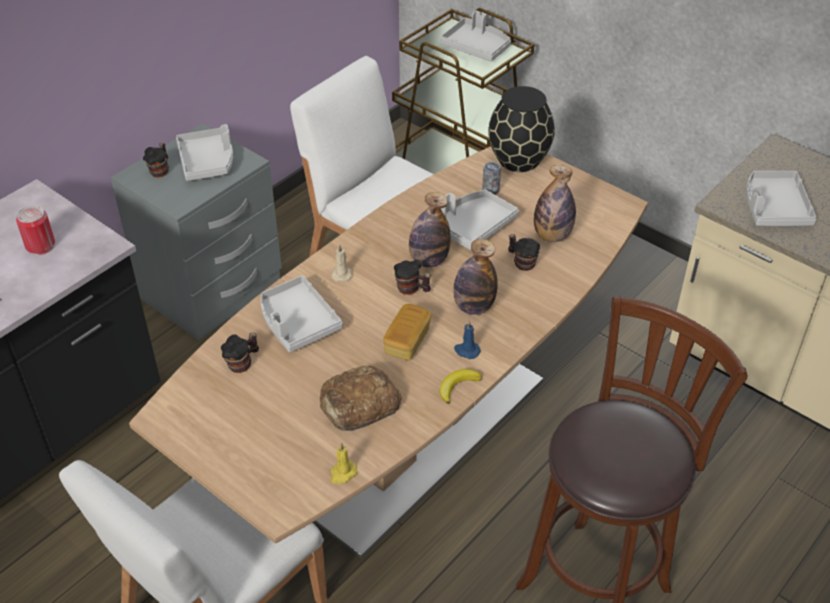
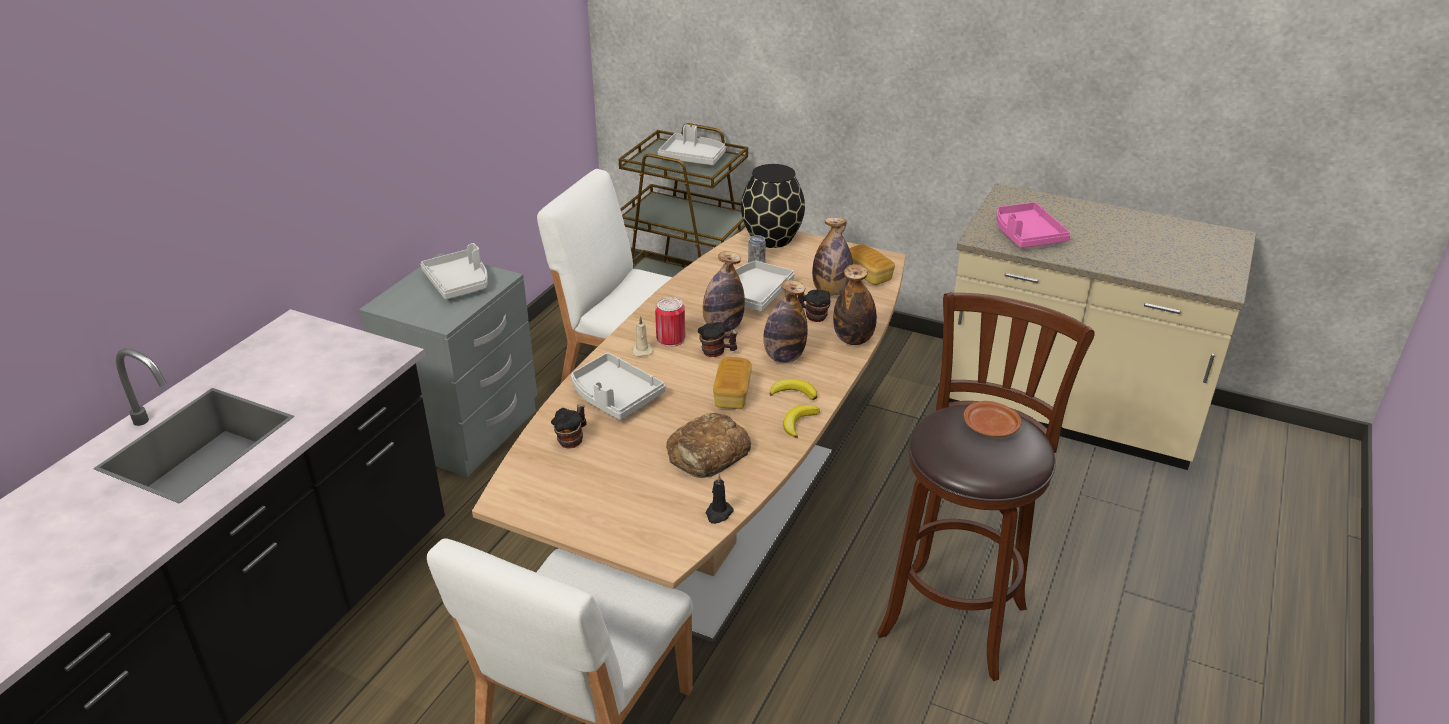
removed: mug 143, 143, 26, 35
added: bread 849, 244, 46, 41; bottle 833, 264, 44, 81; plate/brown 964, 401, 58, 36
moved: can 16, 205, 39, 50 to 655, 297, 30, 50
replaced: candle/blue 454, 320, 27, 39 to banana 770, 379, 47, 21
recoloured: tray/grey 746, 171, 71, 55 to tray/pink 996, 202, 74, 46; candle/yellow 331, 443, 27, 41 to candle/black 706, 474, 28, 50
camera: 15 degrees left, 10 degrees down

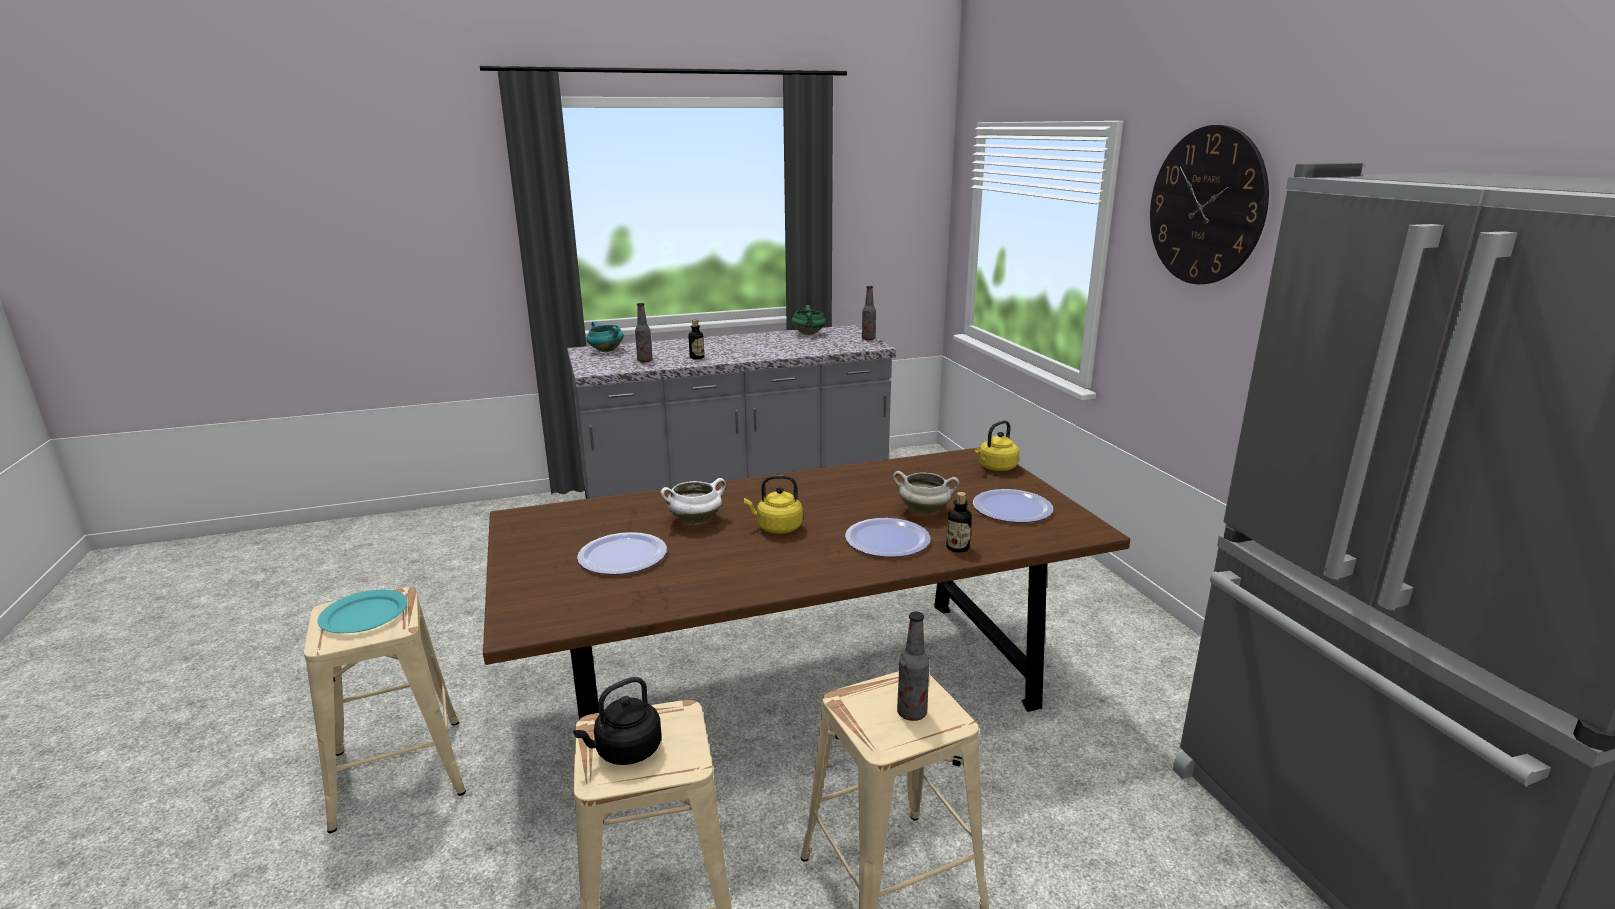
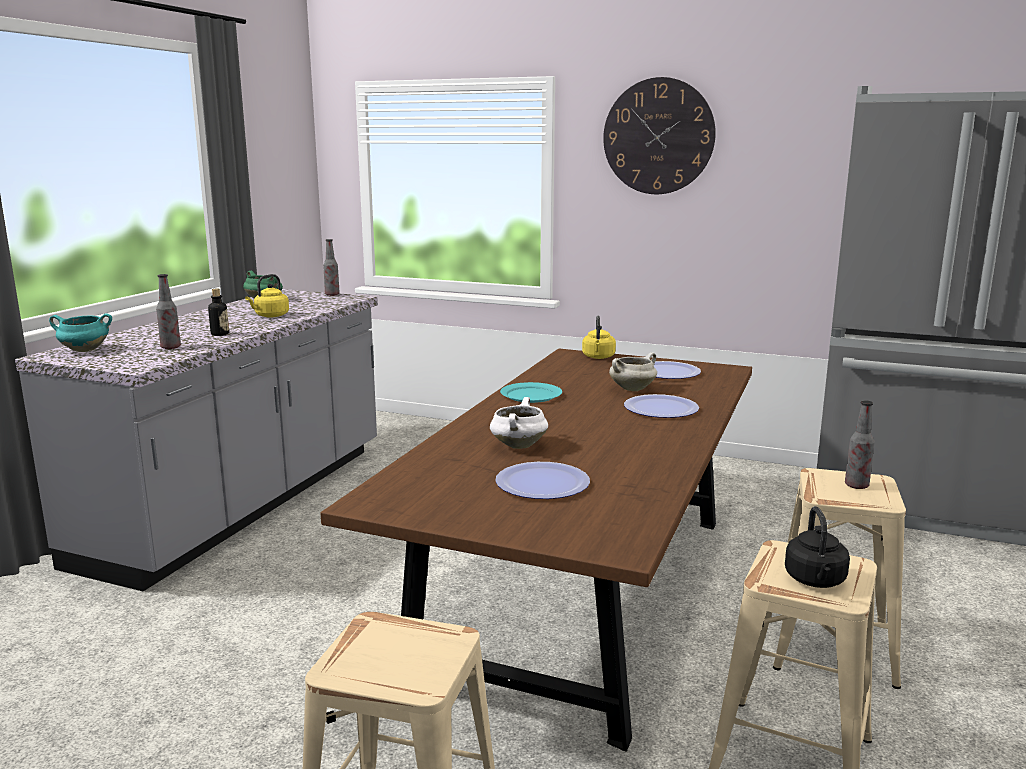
removed: bottle 946, 492, 26, 61
moved: kettle/yellow 744, 475, 59, 59 to 245, 274, 44, 44; plate/turquoise 317, 590, 91, 43 to 500, 382, 62, 21
camera: 50 degrees left, 5 degrees down

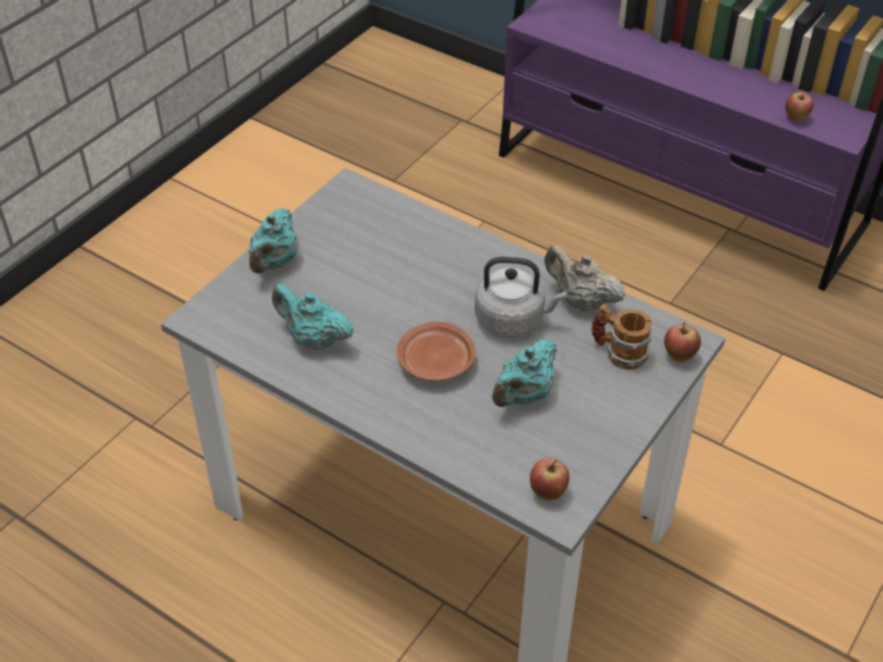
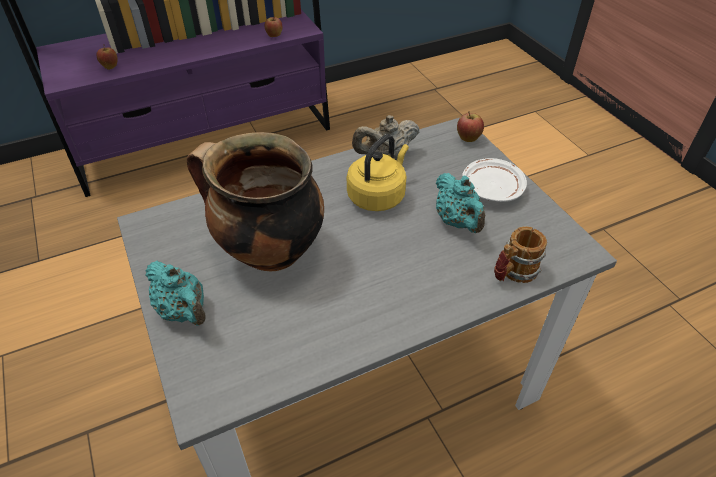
removed: teapot/turquoise 272, 284, 82, 67; plate/brown 396, 322, 80, 59
added: cooking pot 187, 132, 137, 139; plate/white 462, 158, 65, 44
moved: mug 591, 304, 60, 66 to 494, 226, 53, 57; apple 530, 458, 40, 42 to 96, 47, 22, 23
recoloured: kettle/grey 475, 257, 91, 80 to kettle/yellow 347, 134, 62, 77
camera: 60 degrees left, 0 degrees up

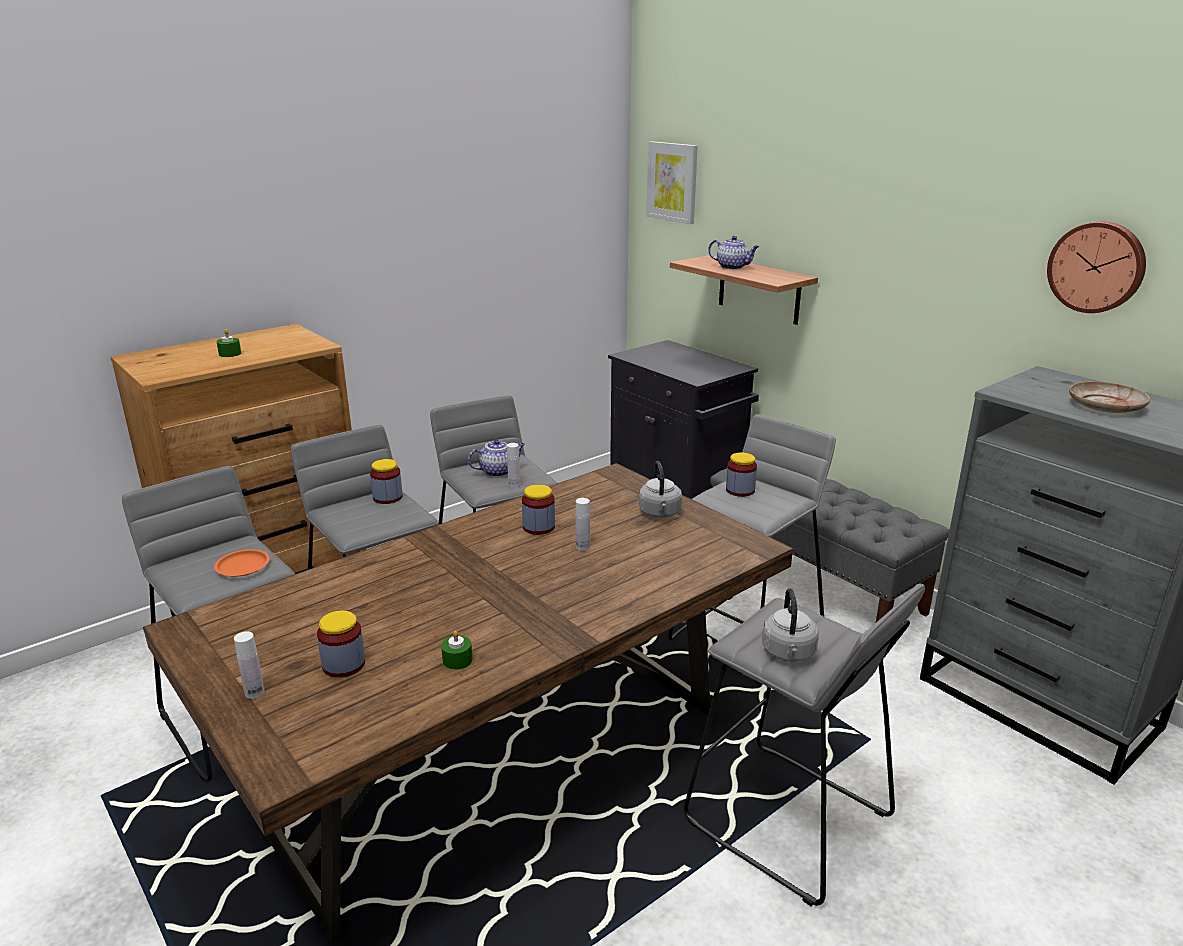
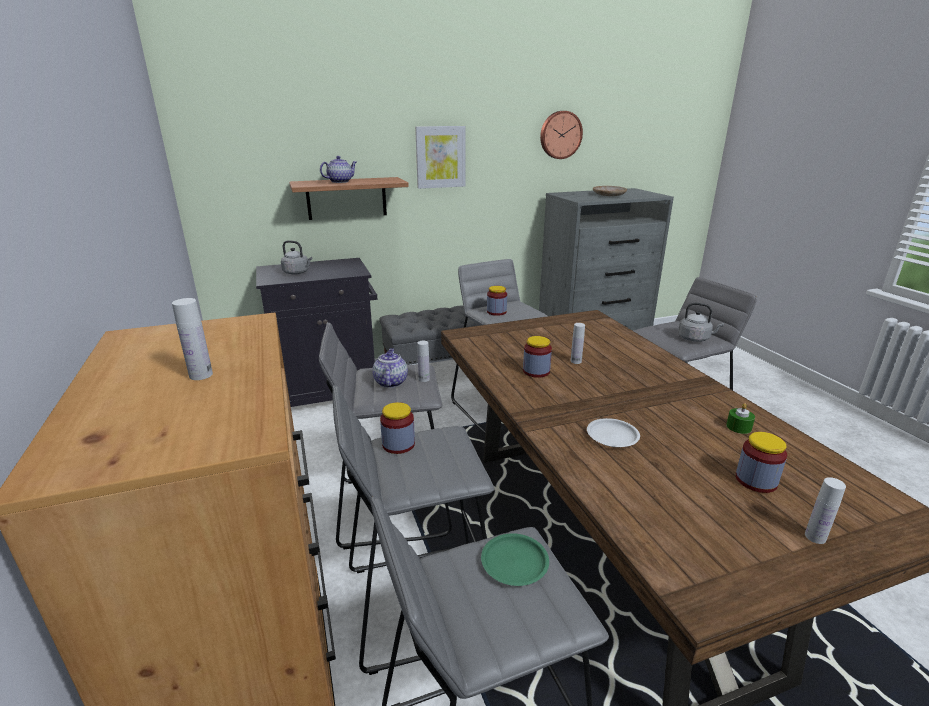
added: plate/white 587, 418, 53, 29
moved: picture 647, 141, 51, 83 to 415, 126, 50, 63; kettle/grey 639, 461, 43, 57 to 281, 240, 31, 35
replaced: candle/green 216, 329, 25, 28 to bottle/white 172, 298, 41, 82
recoloured: plate/orange 214, 549, 56, 28 to plate/green 481, 533, 68, 53
camera: 70 degrees left, 0 degrees up

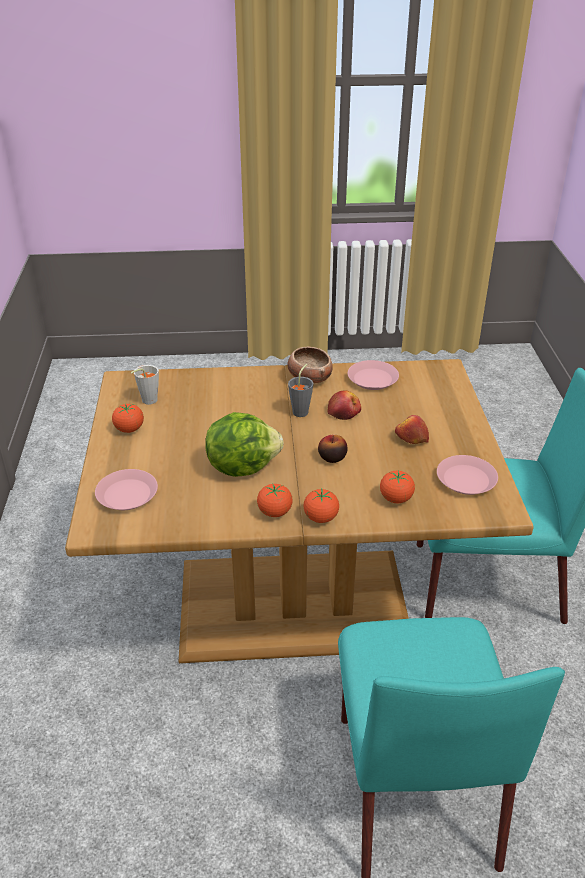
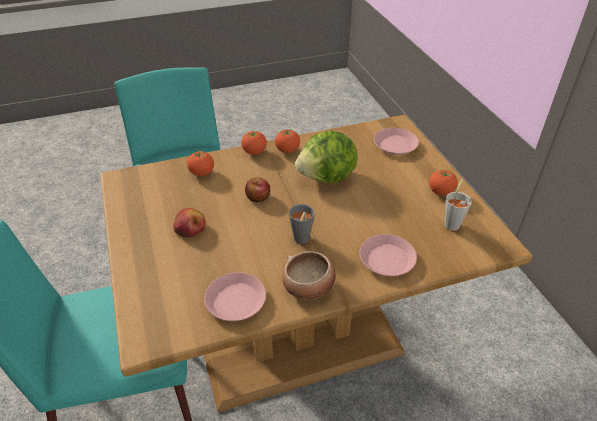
removed: apple 328, 390, 33, 30
moved: plate/pink 437, 455, 61, 40 to 359, 234, 58, 42
camera: 165 degrees right, 5 degrees up

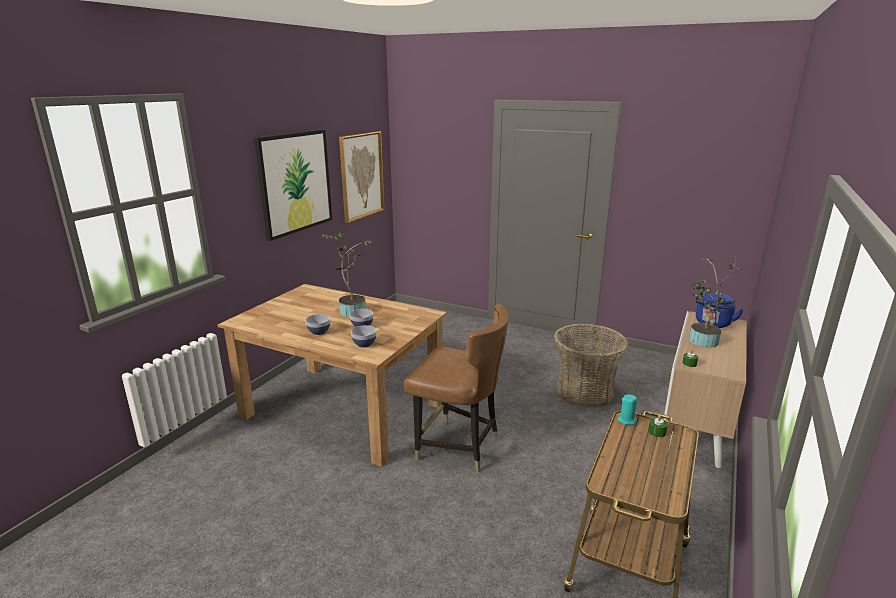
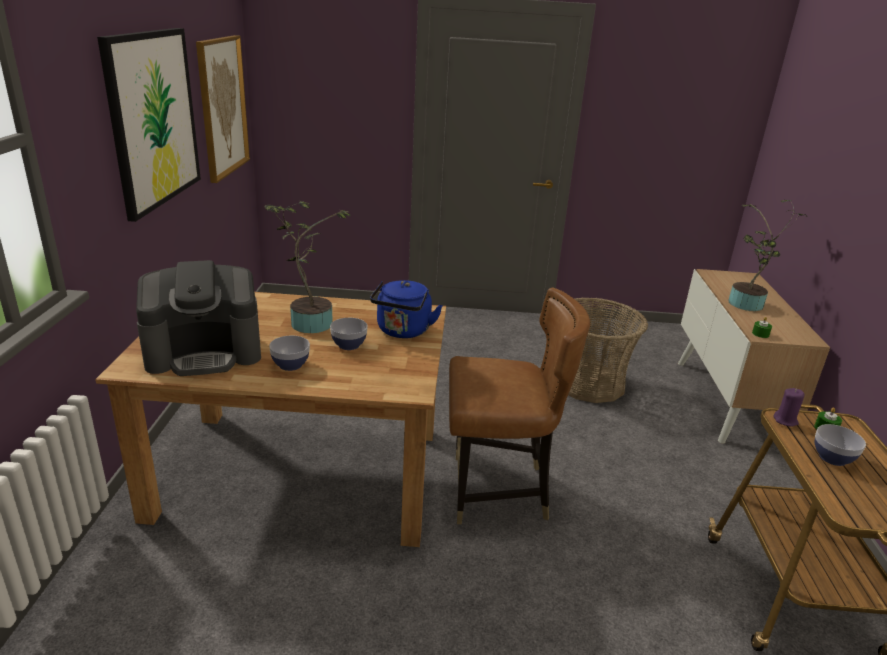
added: coffee machine 136, 260, 125, 116
moved: kettle/blue 695, 292, 49, 36 to 370, 280, 73, 58; bowl 351, 325, 26, 23 to 815, 424, 51, 42
recoloured: candle/turquoise 618, 395, 19, 30 to candle/purple 774, 388, 31, 38
camera: 25 degrees left, 5 degrees up

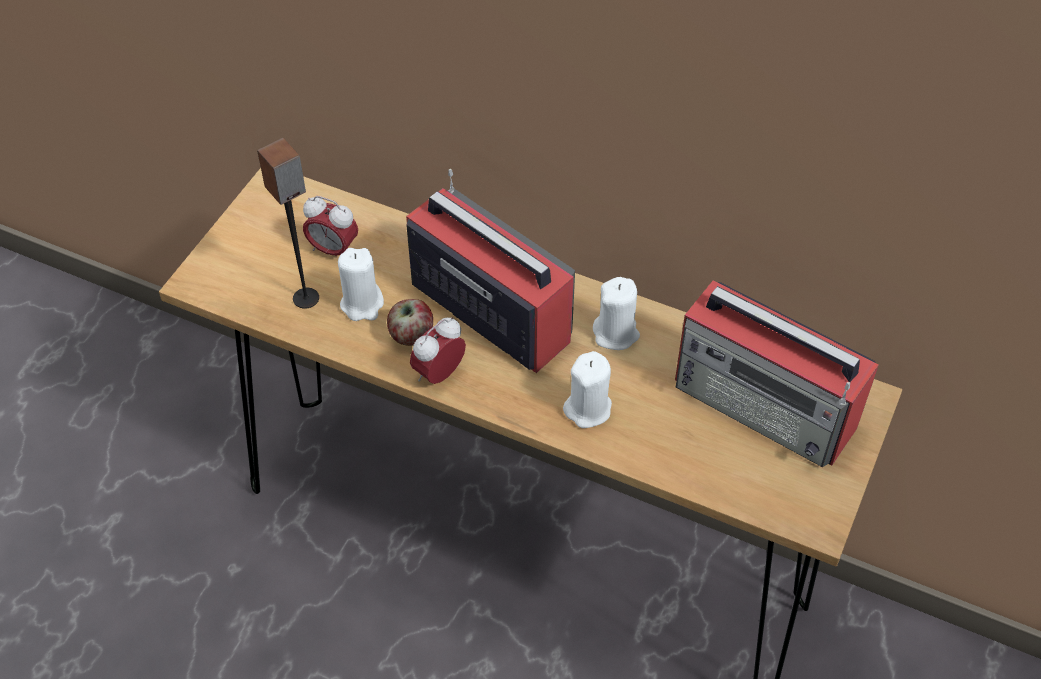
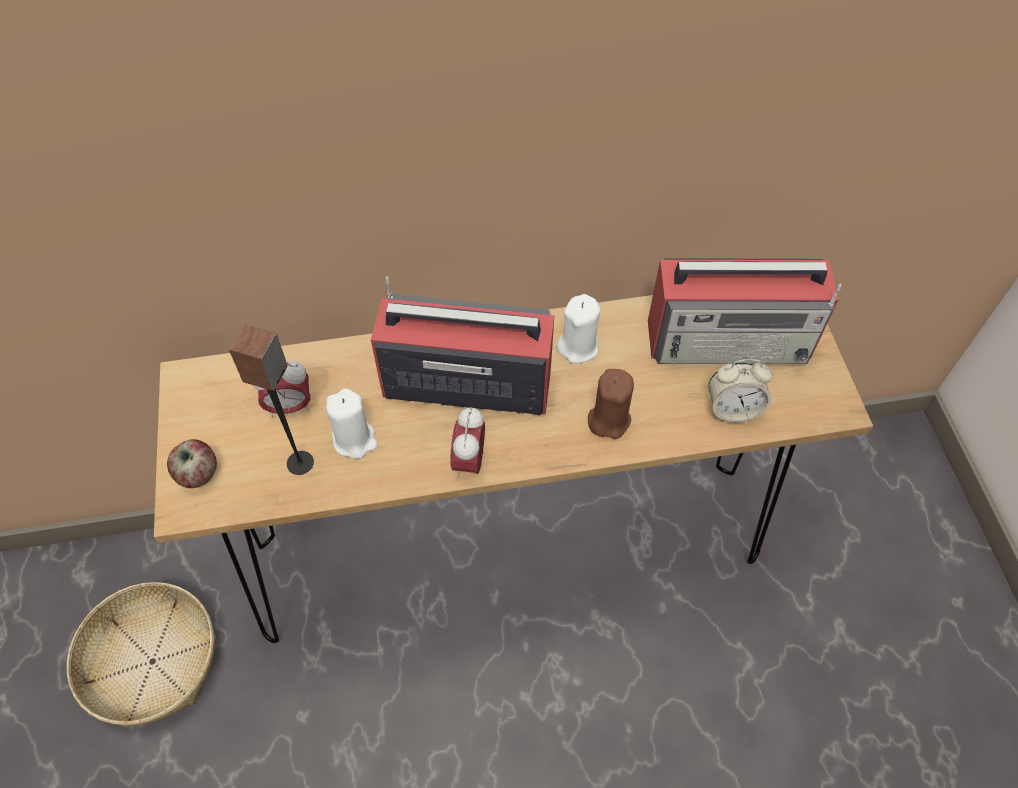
added: alarm clock 708, 359, 65, 64; basket 67, 582, 150, 145
moved: apple 387, 299, 46, 47 to 167, 439, 50, 49
recoloured: candle/white 563, 351, 49, 77 to candle/brown 588, 369, 46, 70
camera: 35 degrees left, 5 degrees up

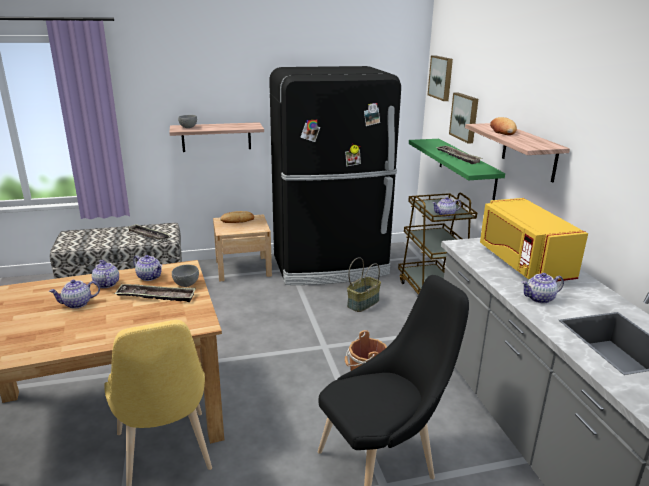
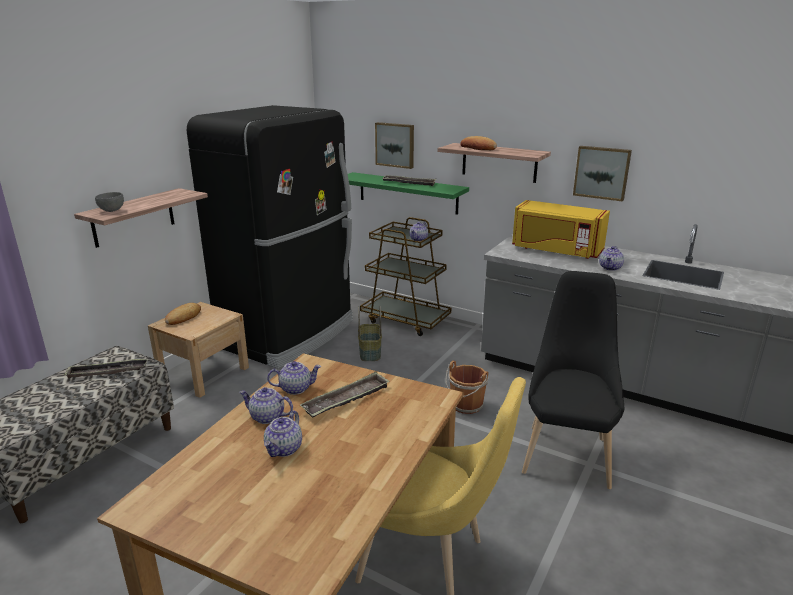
removed: bowl/grey 172, 265, 27, 22
moved: picture 428, 55, 25, 46 to 573, 146, 59, 56
camera: 45 degrees left, 0 degrees up

